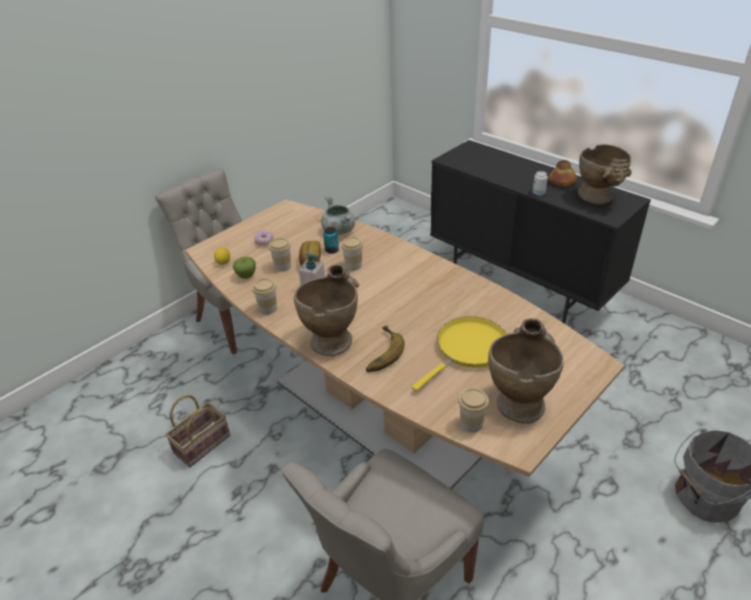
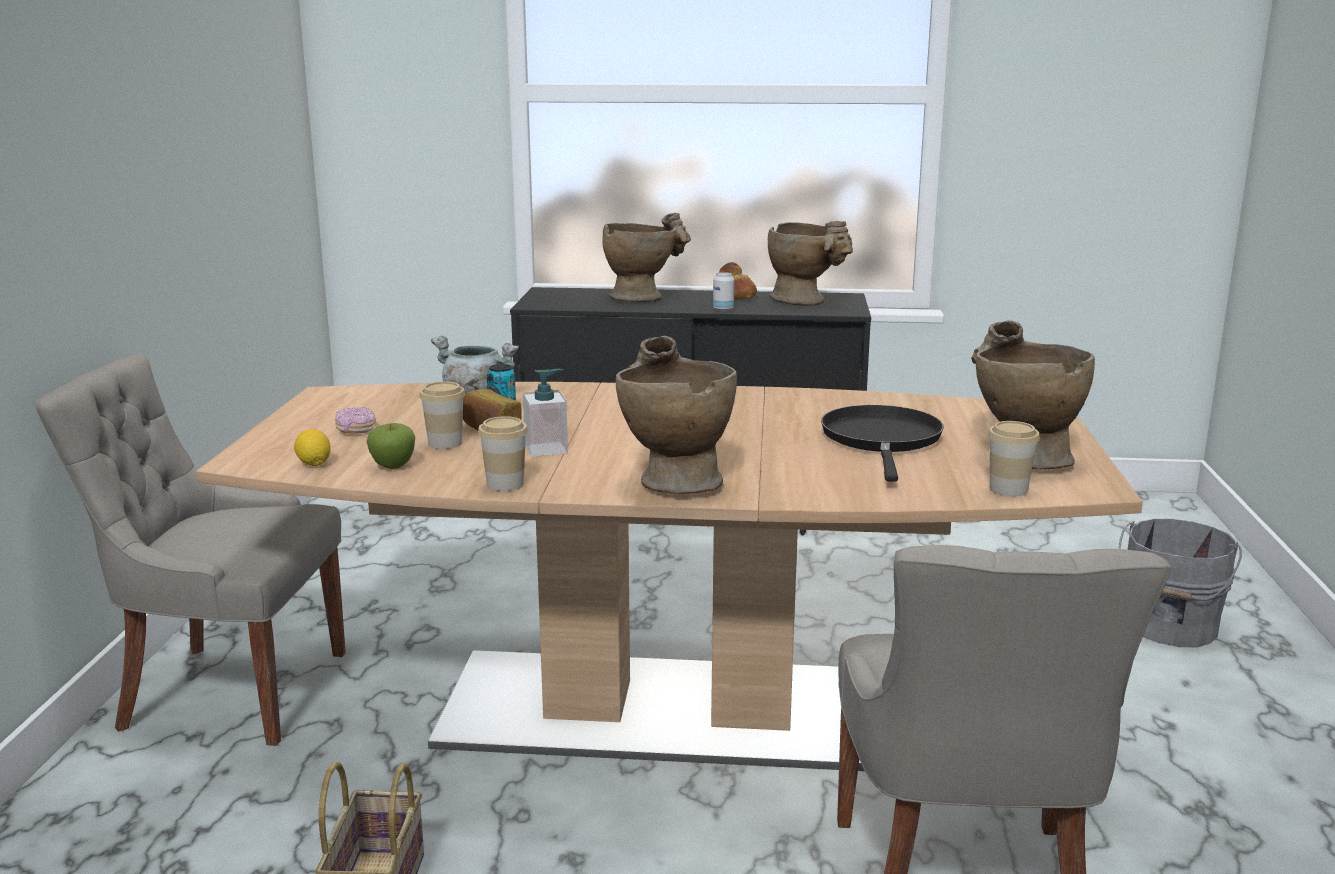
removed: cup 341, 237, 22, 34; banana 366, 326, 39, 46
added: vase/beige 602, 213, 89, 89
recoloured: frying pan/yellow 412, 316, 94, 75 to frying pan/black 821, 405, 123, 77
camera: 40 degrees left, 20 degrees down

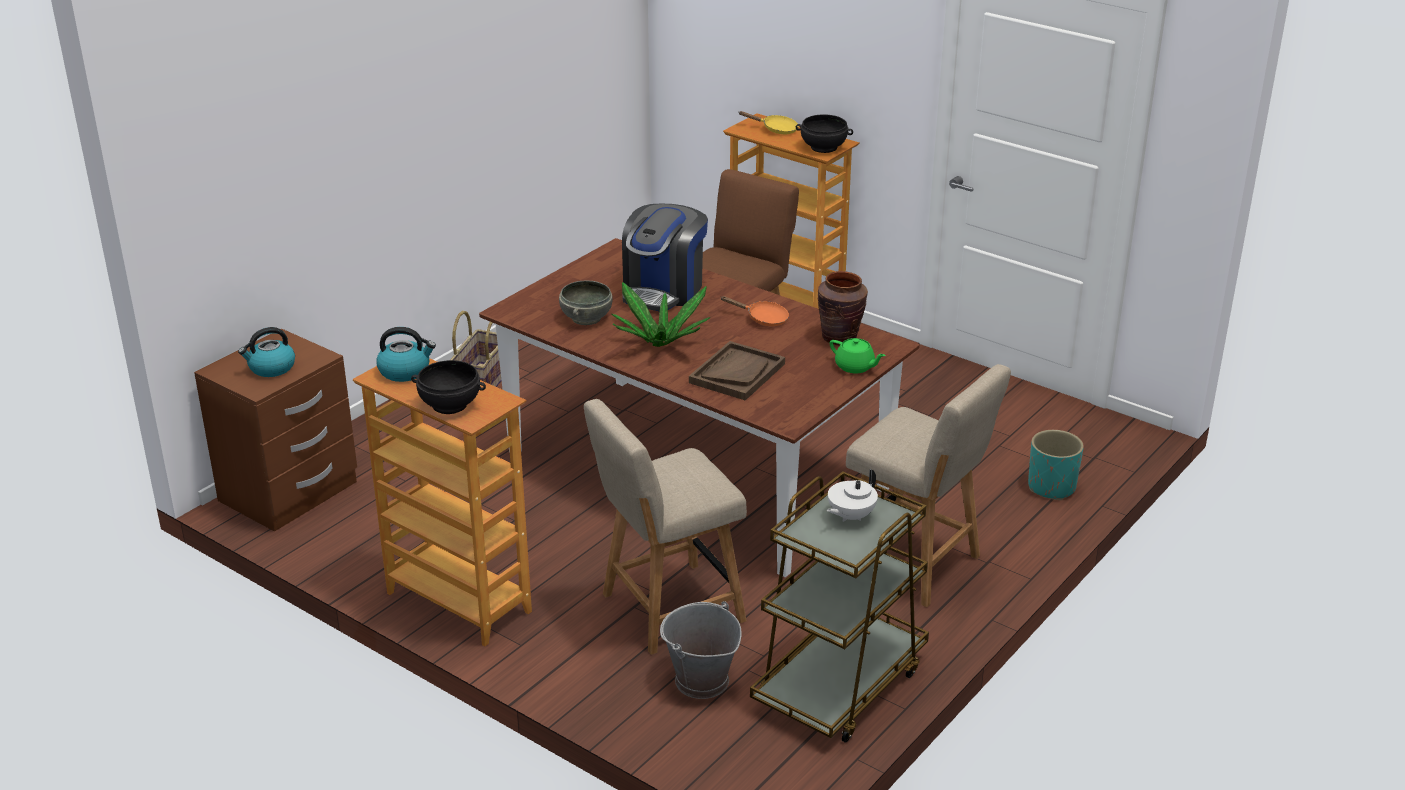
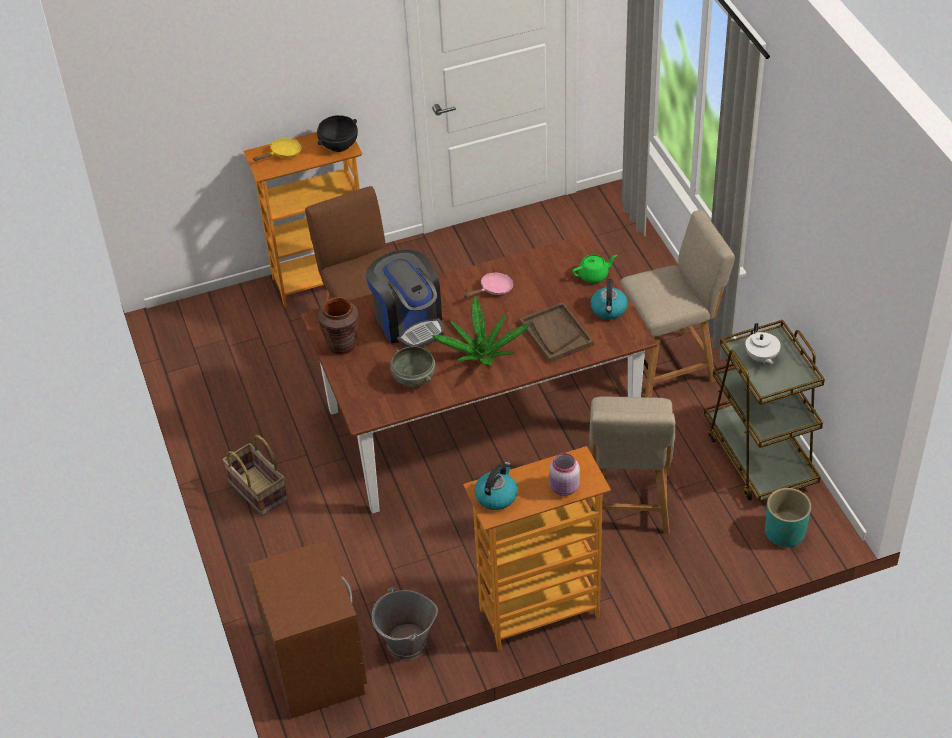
moved: vase/brown 818, 271, 50, 74 to 318, 297, 41, 58; kettle 238, 327, 57, 50 to 590, 279, 38, 41; planter/turquoise 1028, 430, 56, 70 to 765, 488, 46, 60; bucket/grey 660, 601, 82, 98 to 372, 587, 66, 74
replaced: bowl/black 411, 360, 75, 54 to jar/pink 549, 453, 31, 43
recoloured: frying pan/orange 720, 296, 69, 30 to frying pan/pink 464, 273, 50, 25
camera: 55 degrees left, 15 degrees up

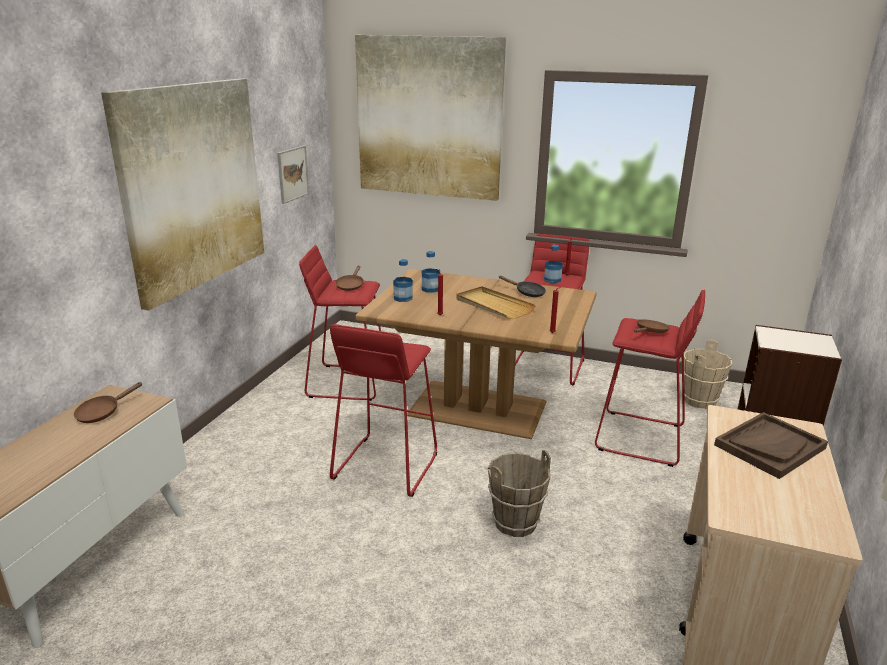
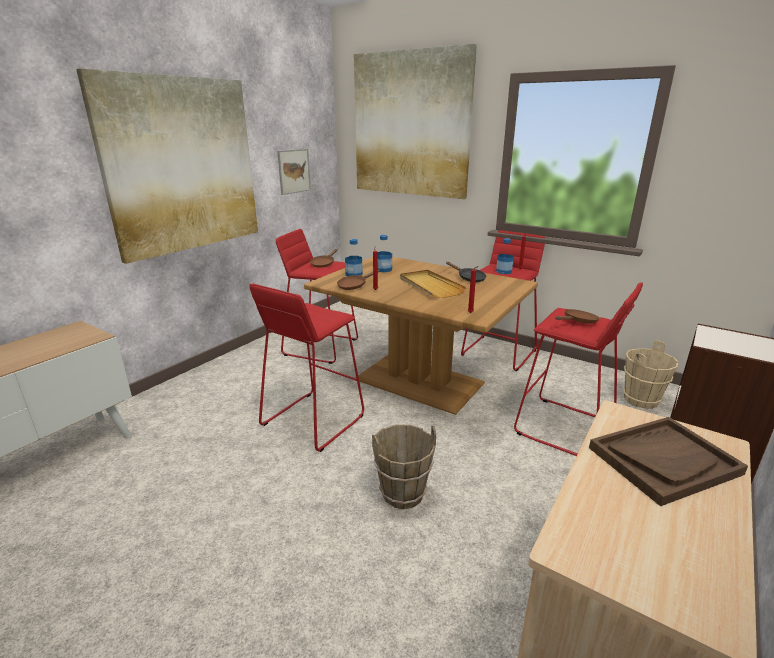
moved: frying pan/brown 74, 382, 68, 41 to 337, 269, 43, 21
camera: 15 degrees right, 0 degrees up

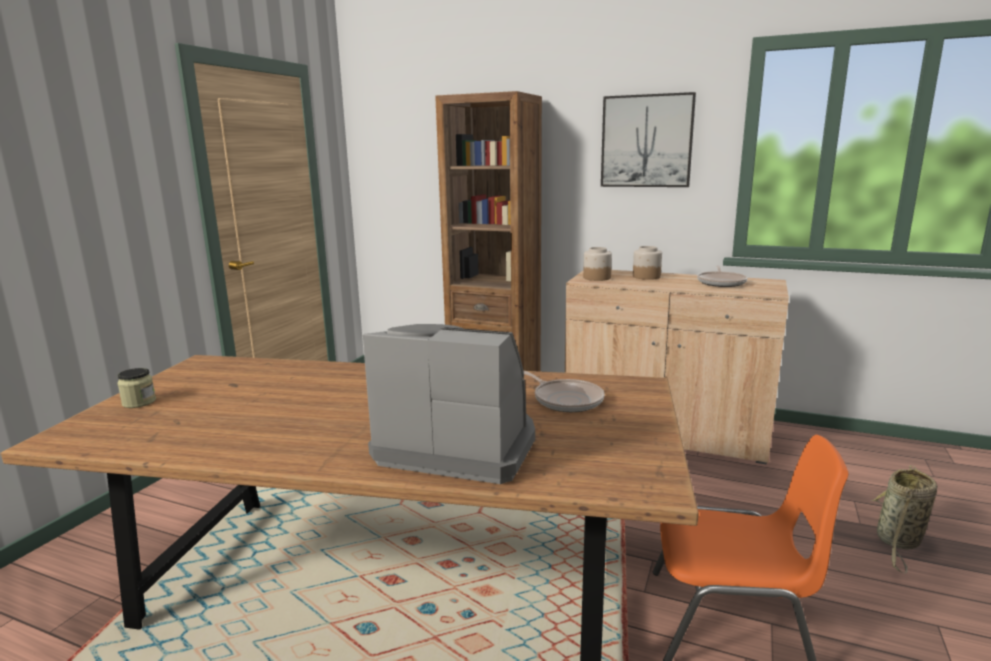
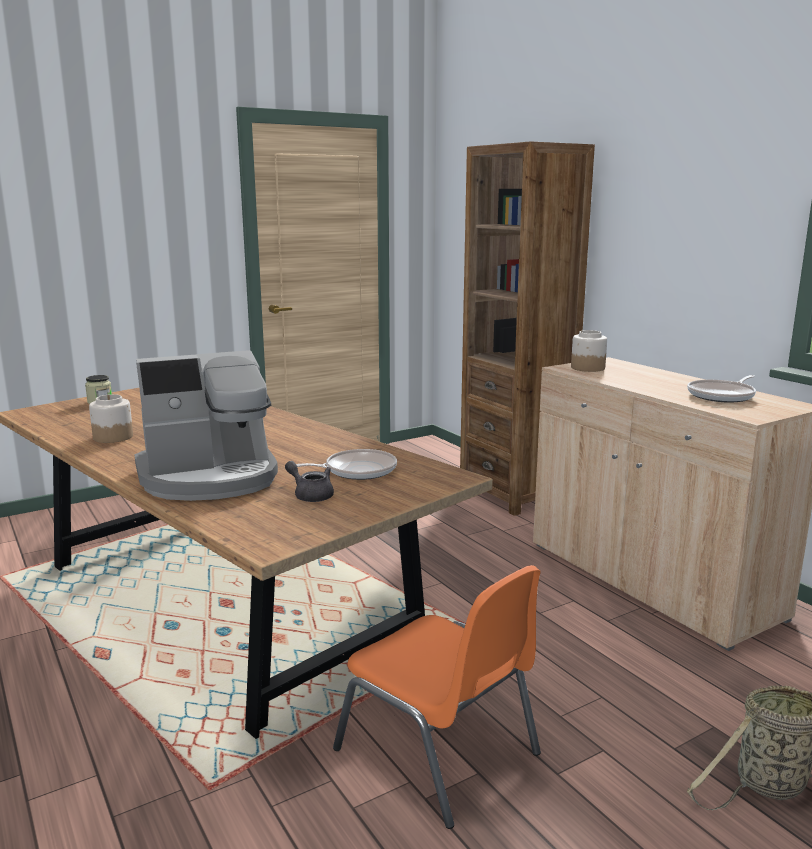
removed: picture 601, 92, 95, 95
added: teapot/grey 285, 461, 49, 41
moved: jar 633, 246, 29, 34 to 89, 394, 44, 49
turned: coffee machine 363, 324, 172, 160 = 134, 350, 144, 151 105 degrees clockwise; frying pan 523, 371, 82, 41 = 296, 449, 101, 31 105 degrees counterclockwise
camera: 35 degrees right, 0 degrees up

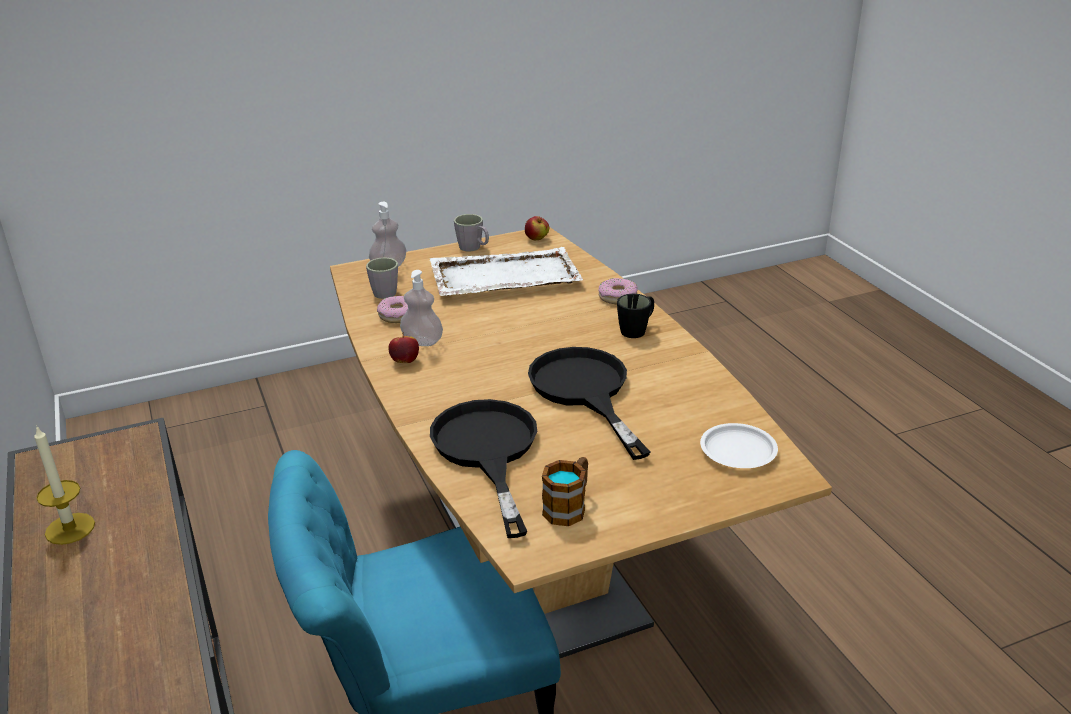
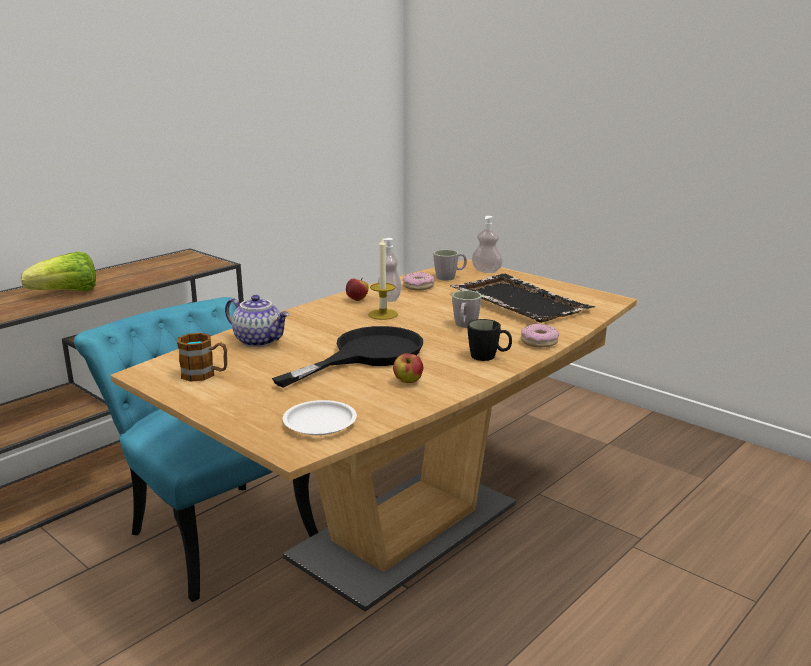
added: lettuce 21, 252, 75, 40
moved: mug/grey 454, 214, 35, 37 to 452, 290, 30, 38; apple 525, 216, 24, 24 to 393, 353, 30, 30; candle 34, 425, 61, 120 to 368, 238, 30, 82
replaced: frying pan/black 430, 399, 107, 139 to teapot 225, 295, 64, 52
recoloured: tray/white 430, 247, 153, 49 to tray/black 450, 274, 145, 49
camera: 65 degrees right, 10 degrees down

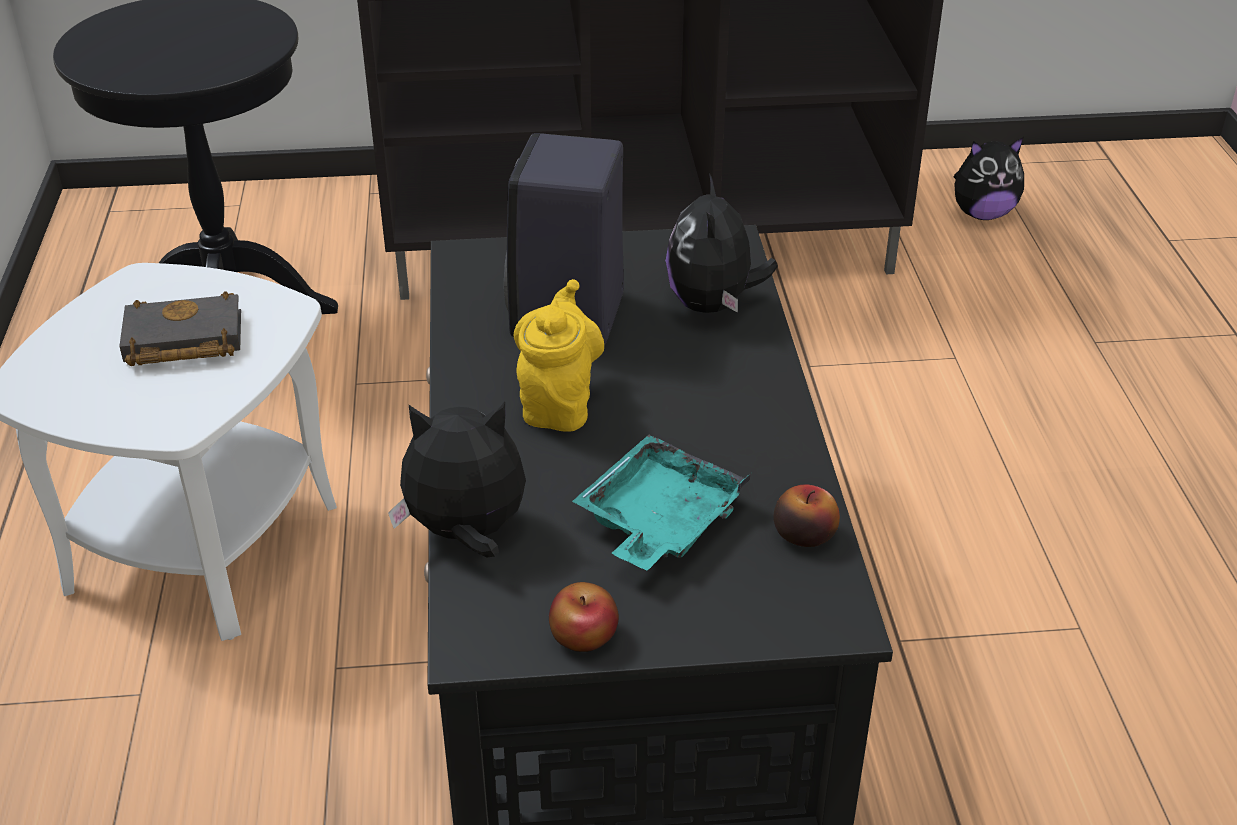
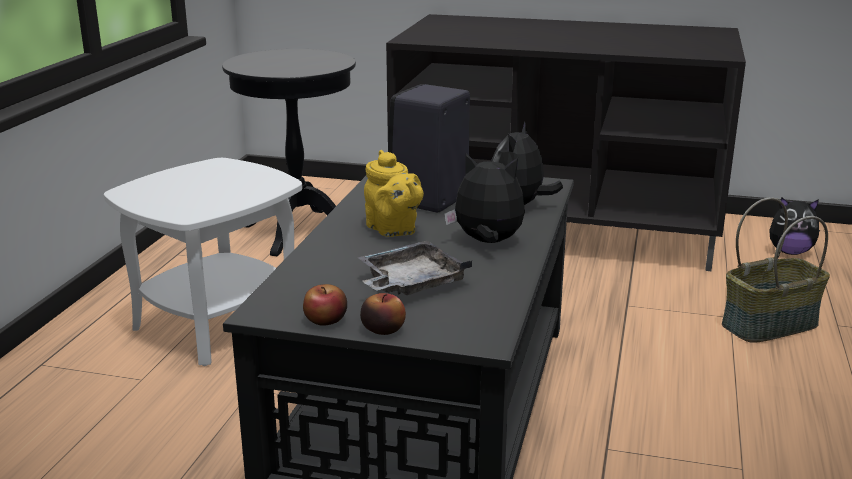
removed: book/black 119, 291, 122, 75
added: basket 722, 197, 108, 146
moved: plush toy 388, 401, 138, 157 to 444, 153, 81, 90; apple 773, 484, 67, 63 to 360, 293, 46, 42
recoloured: tray/turquoise 572, 435, 179, 136 to tray/grey 357, 241, 115, 54
turned: teapot/yellow 514, 279, 90, 153 = 364, 150, 60, 87 120 degrees clockwise
camera: 20 degrees right, 15 degrees down

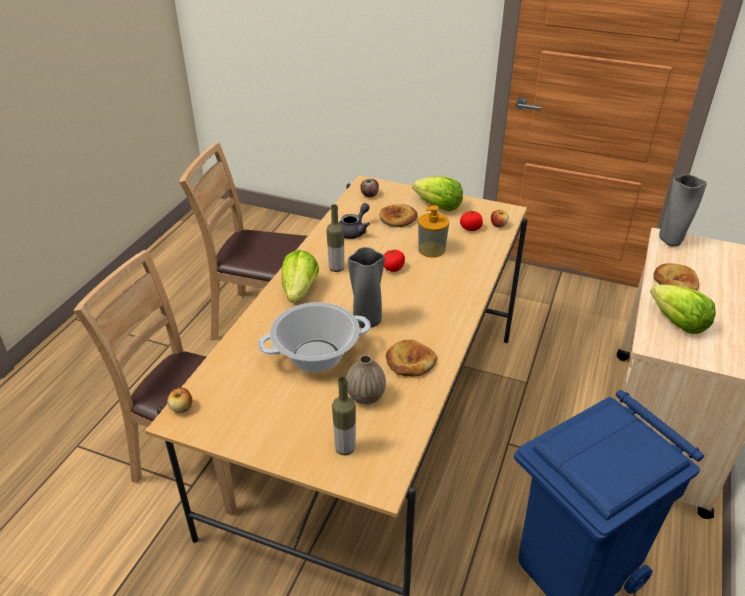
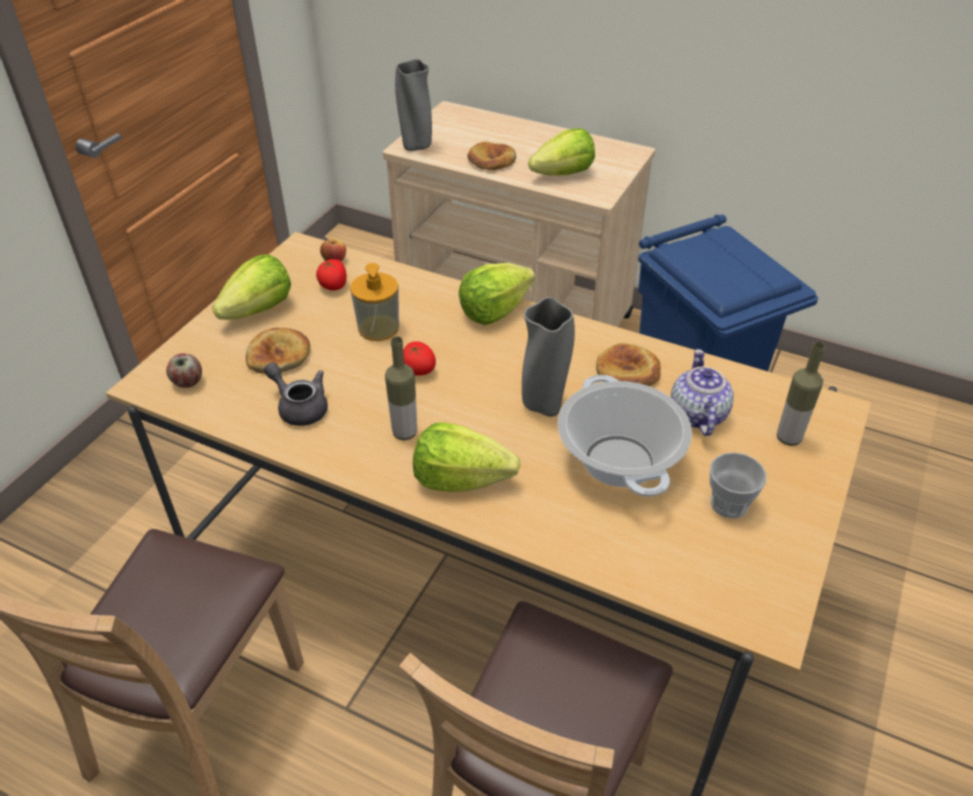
removed: apple 167, 388, 25, 25
added: lettuce 459, 263, 76, 62; cup 709, 452, 58, 67
replaced: vase 346, 355, 40, 50 to teapot 671, 349, 63, 87
camera: 85 degrees left, 5 degrees up

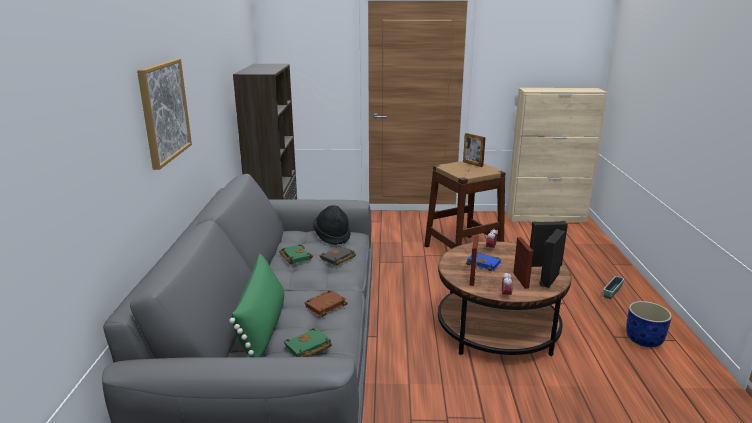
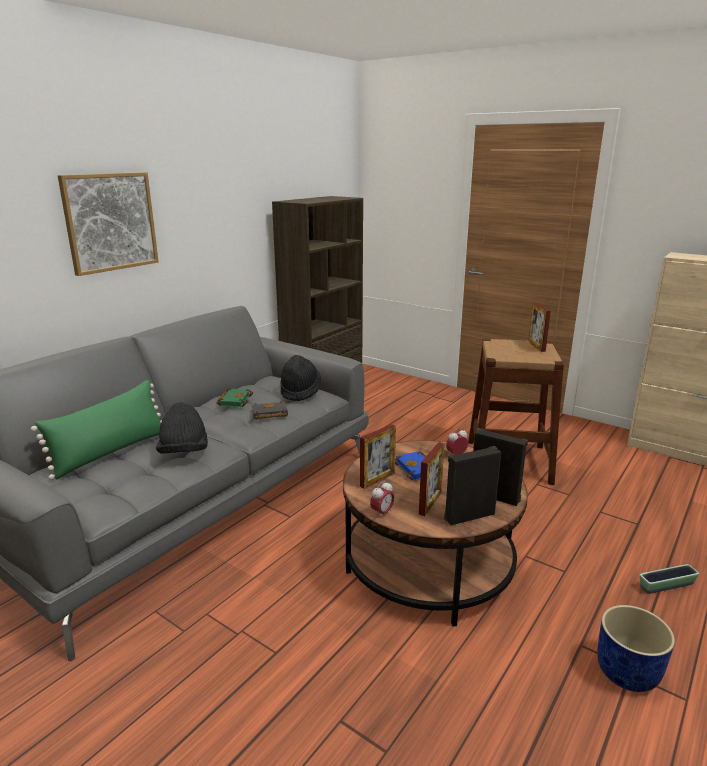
removed: book/green 284, 328, 48, 29
replaced: book/brown 305, 290, 43, 27 to hat/black 156, 402, 52, 52
camera: 35 degrees right, 0 degrees up

